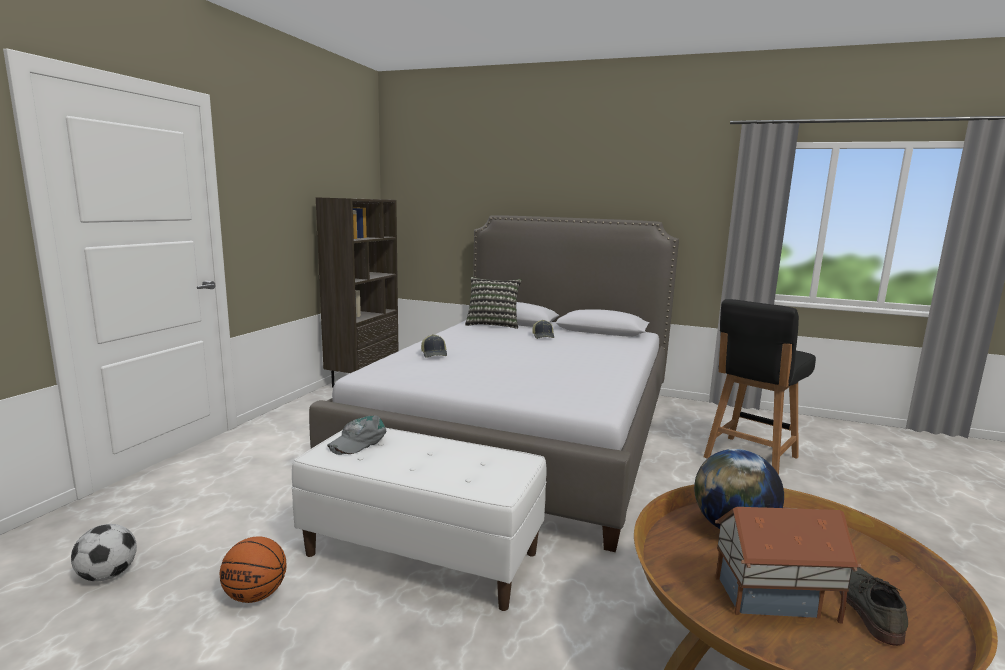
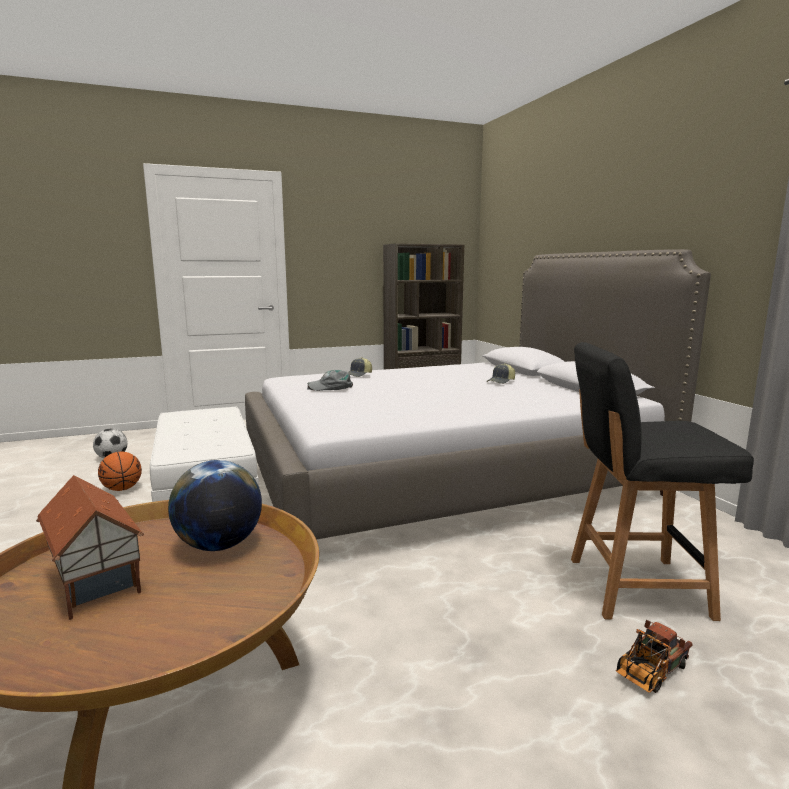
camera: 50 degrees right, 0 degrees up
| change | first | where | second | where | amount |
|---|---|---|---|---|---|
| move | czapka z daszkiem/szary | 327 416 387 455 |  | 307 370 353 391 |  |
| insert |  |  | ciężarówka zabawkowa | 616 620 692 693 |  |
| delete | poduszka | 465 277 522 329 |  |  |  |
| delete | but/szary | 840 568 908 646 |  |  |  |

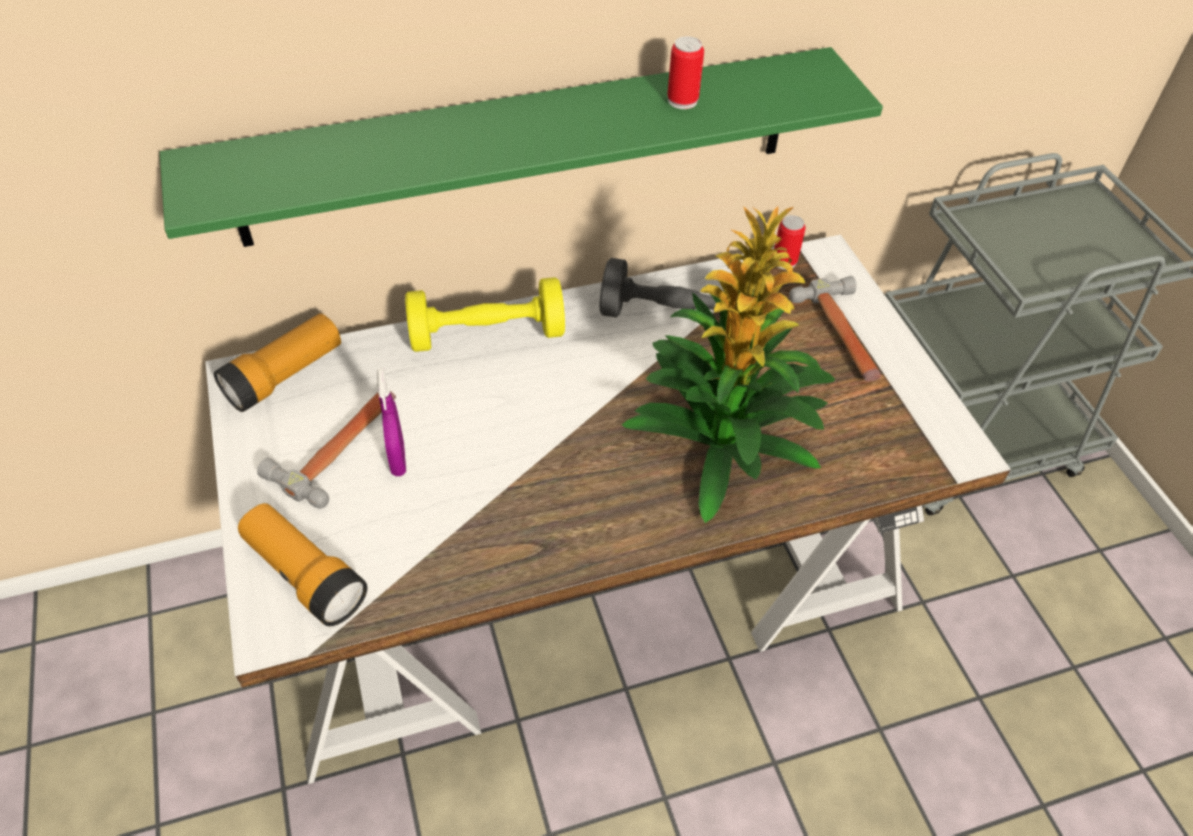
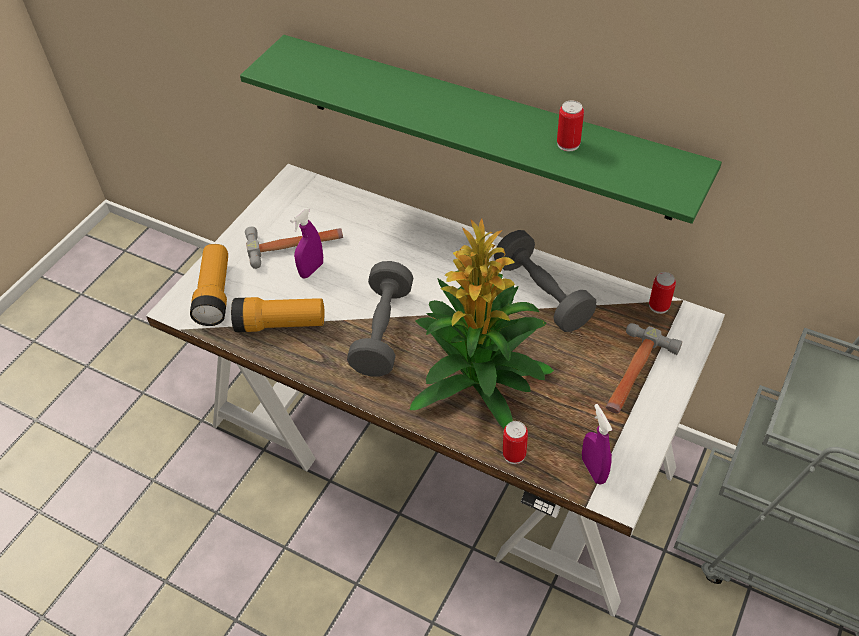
camera: 50 degrees right, 0 degrees up
| change | first | where | second | where | amount |
|---|---|---|---|---|---|
| move | latarka | 214 313 341 412 |  | 231 297 325 332 |  |
| insert |  |  | hantel/szary | 347 261 413 377 |  |
| insert |  |  | puszka | 503 421 528 464 |  |
| insert |  |  | spryskiwacz/fioletowy | 582 404 612 485 |  |
| delete | hantel/żółty | 405 277 565 352 |  |  |  |

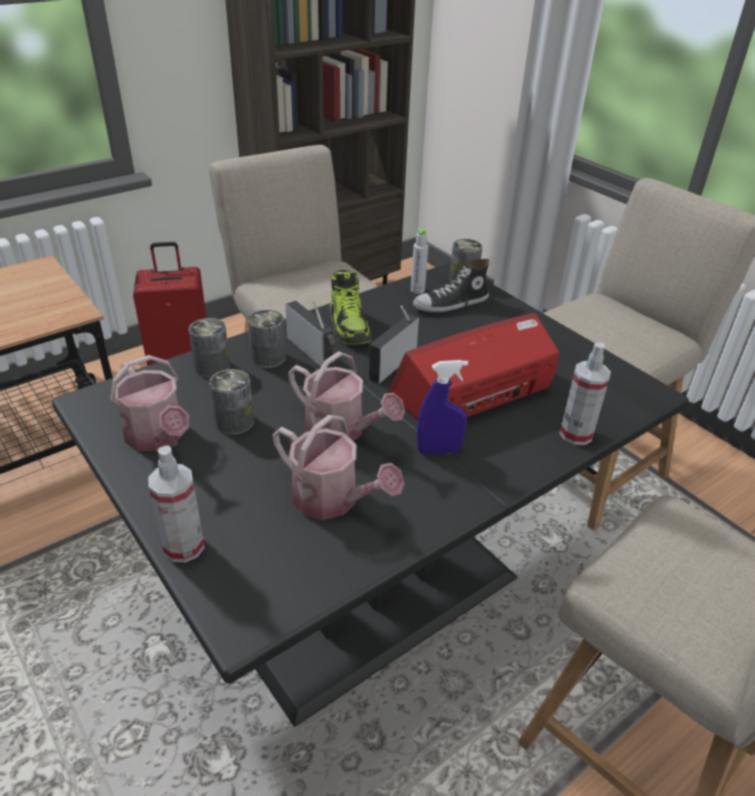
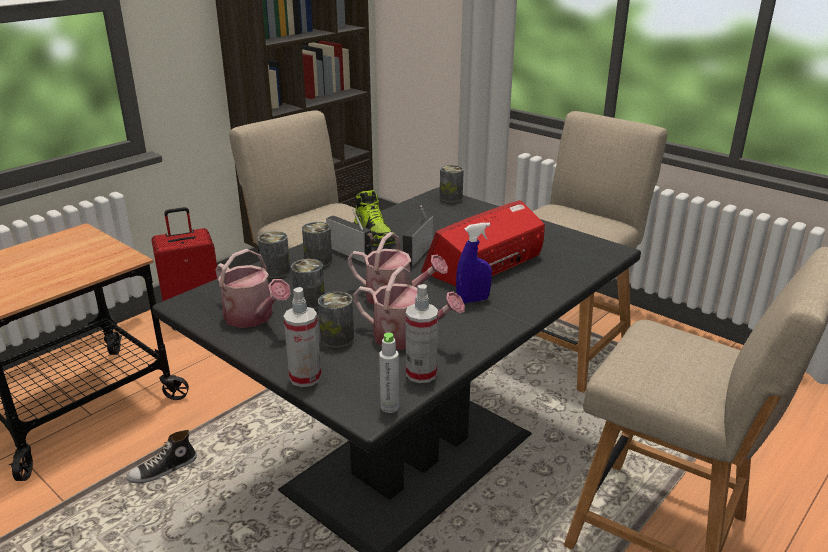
camera: 10 degrees left, 10 degrees down
| change | first | where | second | where | amount |
|---|---|---|---|---|---|
| move | but | 413 259 490 312 |  | 126 430 197 483 |  |
| insert |  |  | puszka | 318 292 354 348 |  |
| move | butelka/szary | 411 228 428 294 |  | 379 332 399 413 |  |
| move | spryskiwacz | 559 343 611 445 |  | 406 284 438 383 |  |

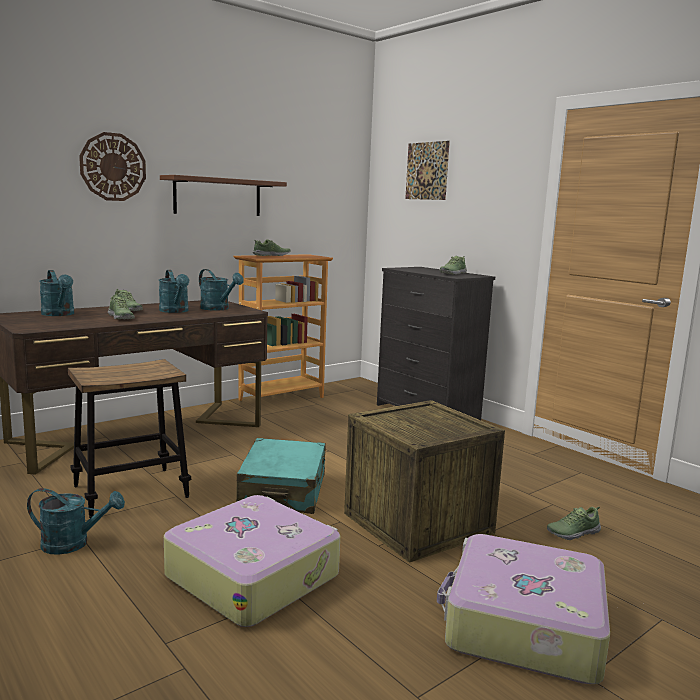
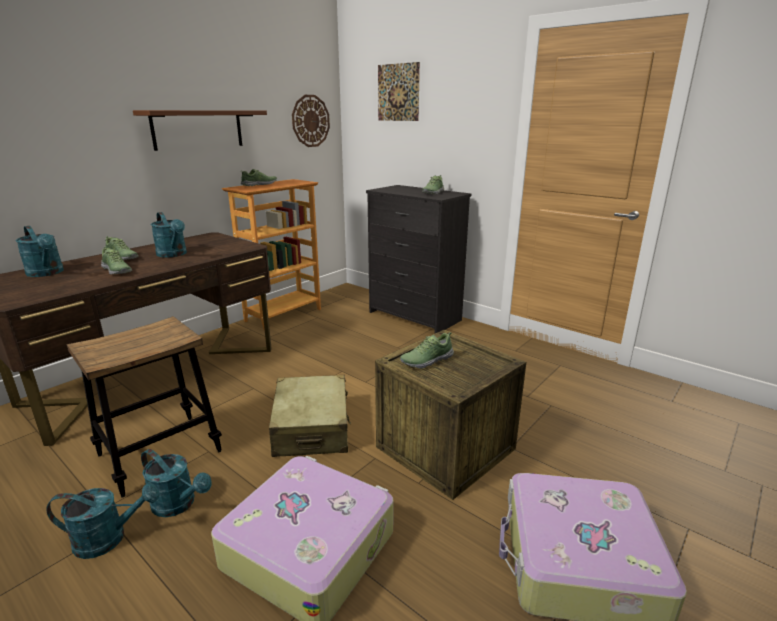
camera: 10 degrees left, 10 degrees up
| change | first | where | second | where | amount |
|---|---|---|---|---|---|
| move | konewka/turkusowy | 199 269 244 311 |  | 141 449 212 517 |  |
| recolor | walizka/turkusowy | 236 438 326 514 | walizka/beżowy | 269 375 351 457 |  |
| move | zegar ścienny | 79 132 146 201 |  | 292 95 330 147 |  |
| move | but | 547 507 601 540 |  | 400 332 454 369 |  |

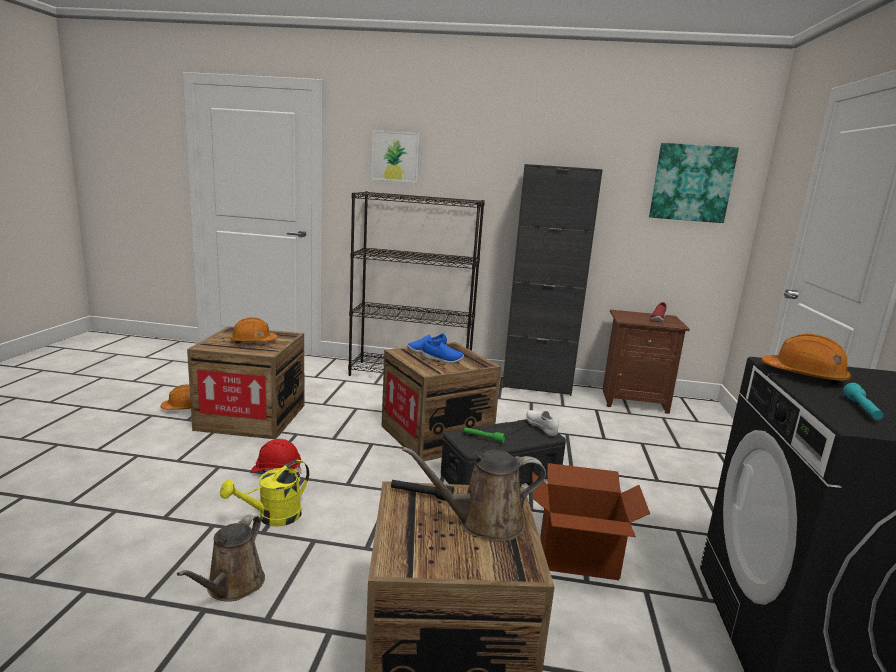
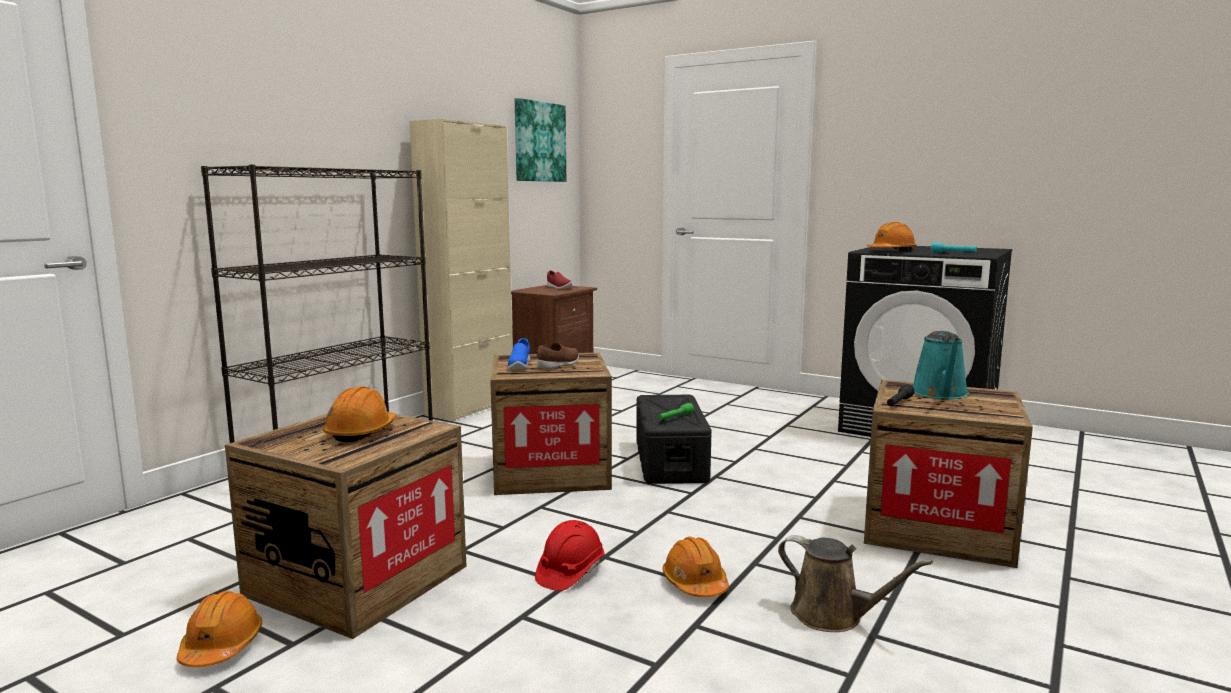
camera: 65 degrees left, 5 degrees down
| change | first | where | second | where | amount |
|---|---|---|---|---|---|
| recolor | szafka/czarny | 502 164 603 396 | szafka/beżowy | 410 118 513 421 |  |
| recolor | but/niebieski | 422 340 464 363 | but/brązowy | 537 343 579 369 |  |
| replace | konewka/żółty | 220 460 309 527 | kask/pomarańczowy | 662 537 729 597 |  |
| recolor | konewka/brązowy | 402 447 546 542 | konewka/turkusowy | 913 331 969 399 |  |
| delete | obraz | 371 130 420 183 |  |  |  |
| delete | but/biały | 526 410 559 436 |  |  |  |
| delete | karton | 532 463 650 580 |  |  |  |

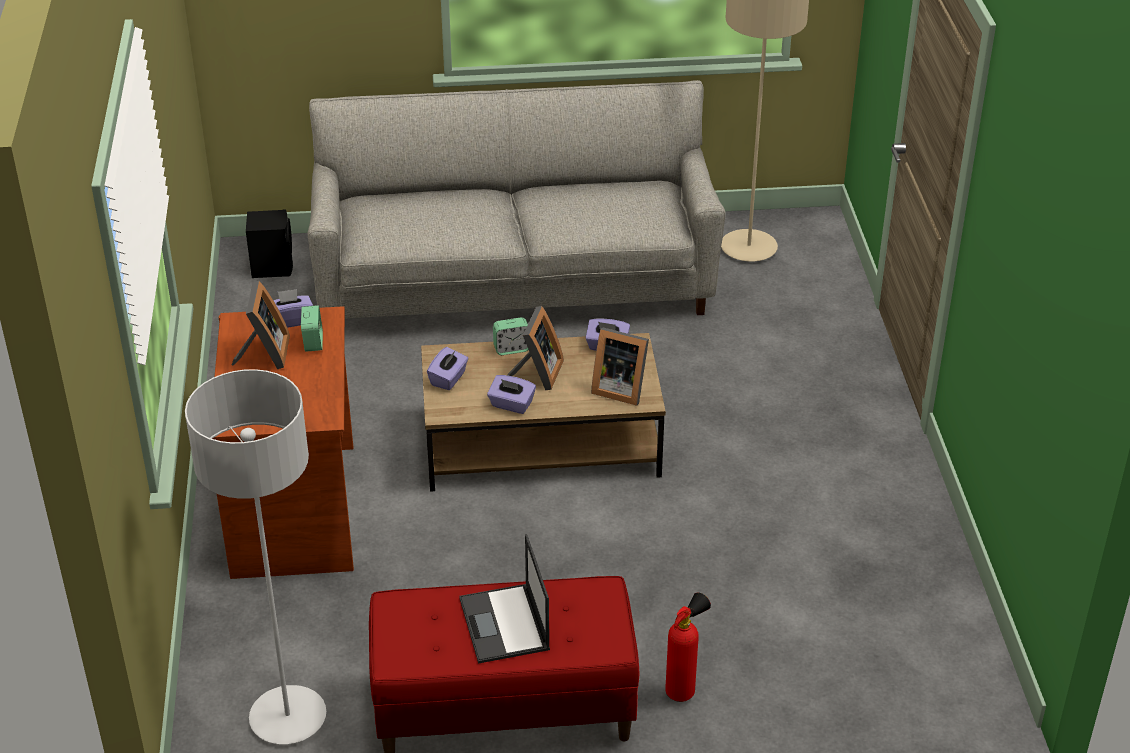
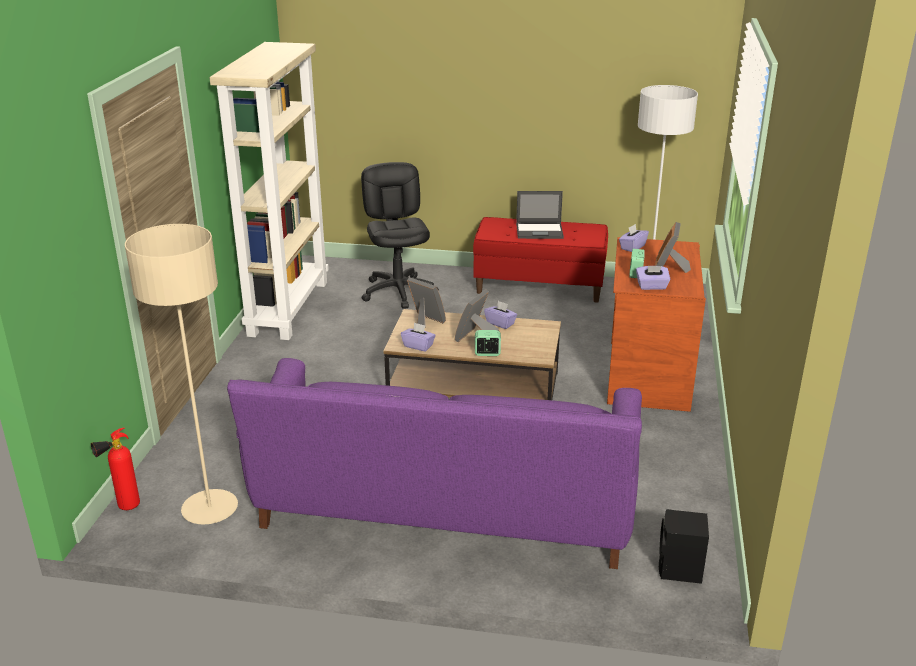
camera: 165 degrees left, 10 degrees down
| change | first | where | second | where | amount |
|---|---|---|---|---|---|
| move | gaśnica | 665 592 711 702 |  | 91 428 140 510 |  |
| insert |  |  | regał/beżowy | 209 42 329 340 |  |
| recolor | kanapa/szary | 307 80 726 318 | kanapa/fioletowy | 227 358 642 569 |  |
| insert |  |  | krzesło biurowe/czarny | 361 162 439 309 |  |
| rotate | laptop | 459 534 550 664 |  | 516 191 564 239 | 90 degrees clockwise |
| move | pudełko chusteczek/fioletowy | 427 347 468 390 |  | 619 224 649 252 |  |

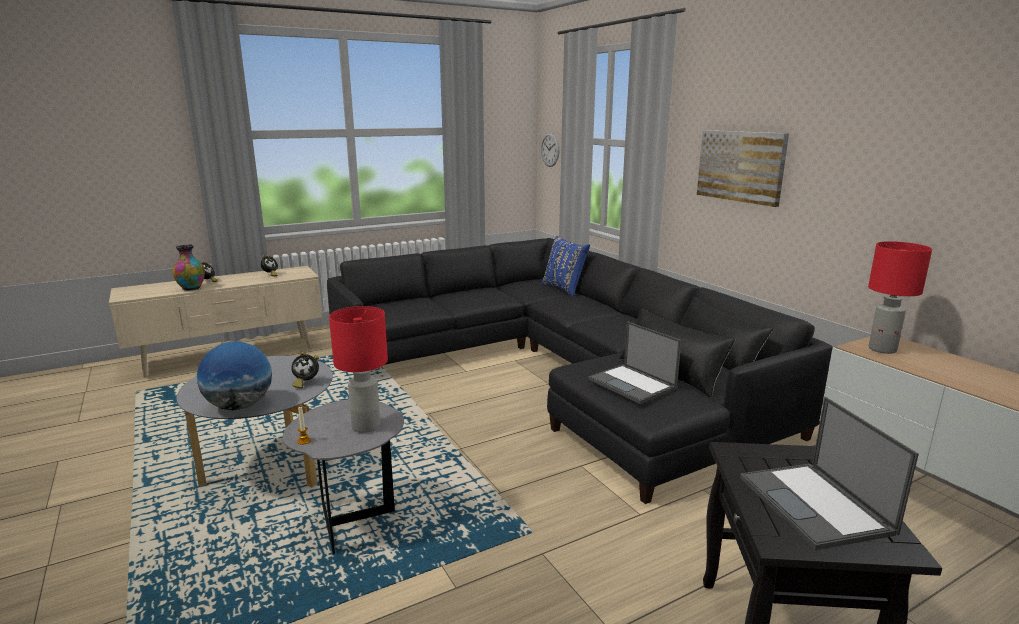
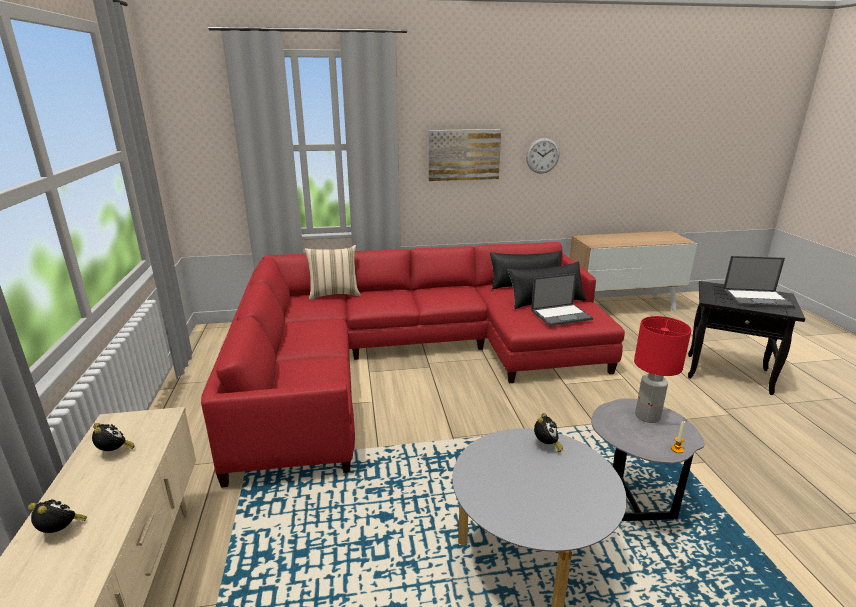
camera: 70 degrees left, 5 degrees up
| change | first | where | second | where | amount |
|---|---|---|---|---|---|
| recolor | kanapa/czarny | 327 238 833 504 | kanapa/czerwony | 201 242 625 488 |  |
| recolor | poduszka/niebieski | 541 236 590 297 | poduszka/beżowy | 305 245 361 300 |  |
| move | zegar ścienny | 541 133 560 167 |  | 526 138 559 174 |  |
| delete | wazon | 172 245 205 291 |  |  |  |
| delete | globus | 197 341 272 410 |  |  |  |
| delete | lampa stołowa/czerwony | 868 241 932 354 |  |  |  |

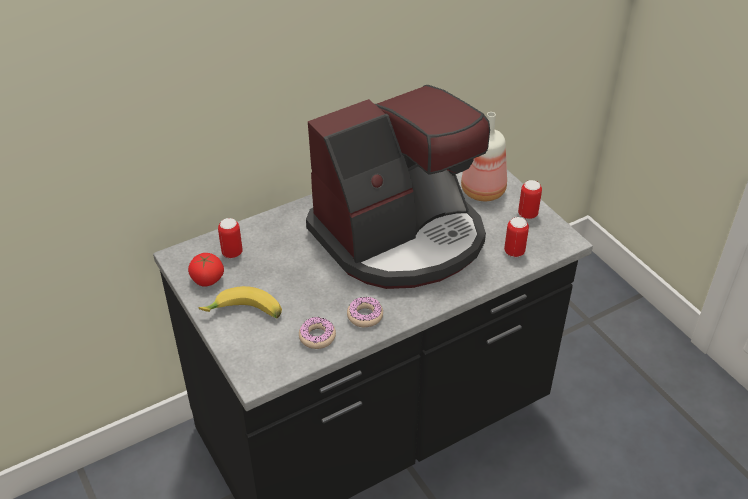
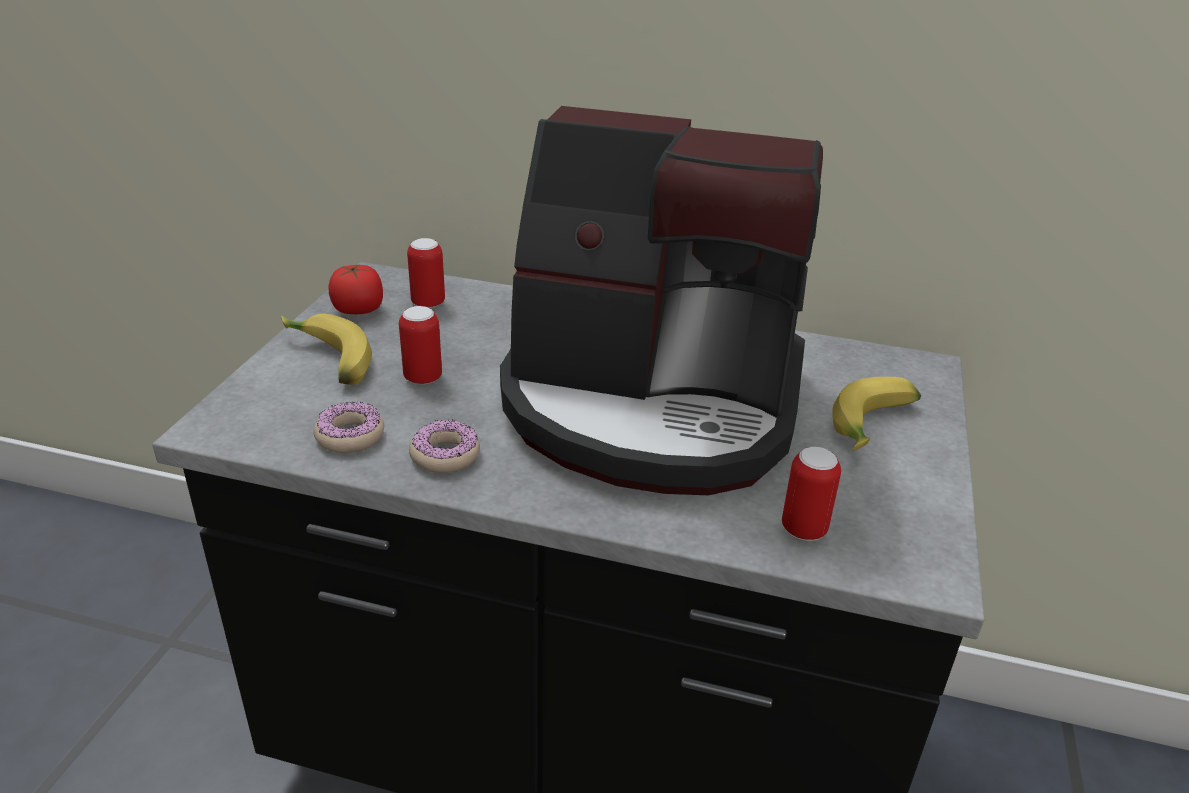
camera: 45 degrees right, 10 degrees down
| change | first | where | second | where | amount |
|---|---|---|---|---|---|
| move | puszka | 518 180 542 219 |  | 399 306 442 385 |  |
| replace | butelka | 461 112 507 201 | banan | 832 377 921 450 |  |

